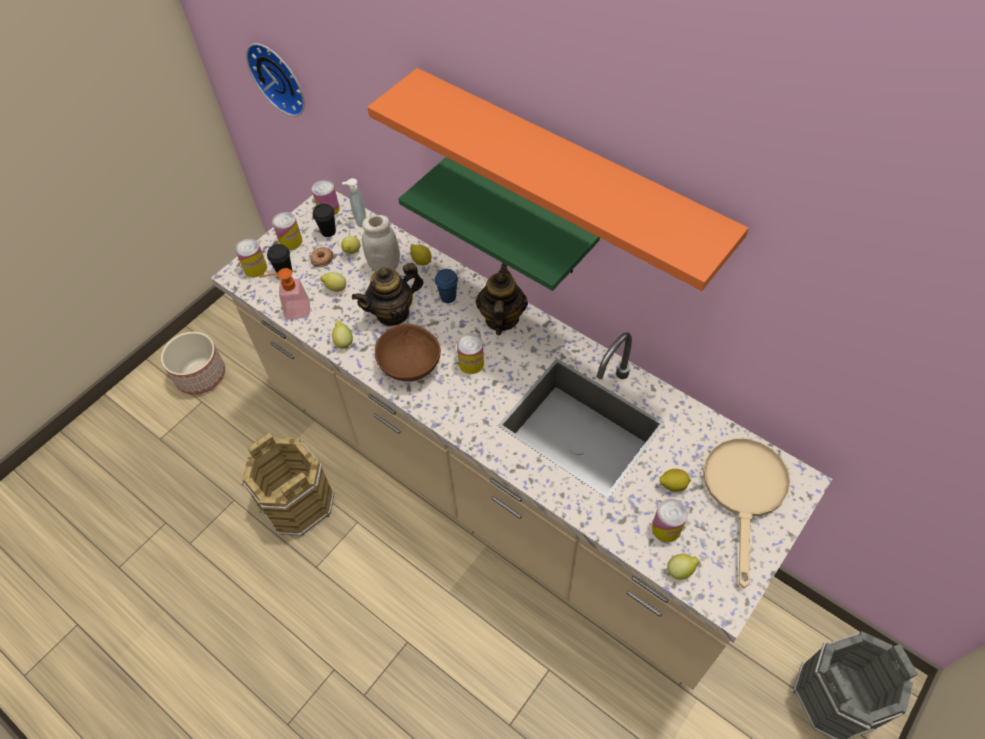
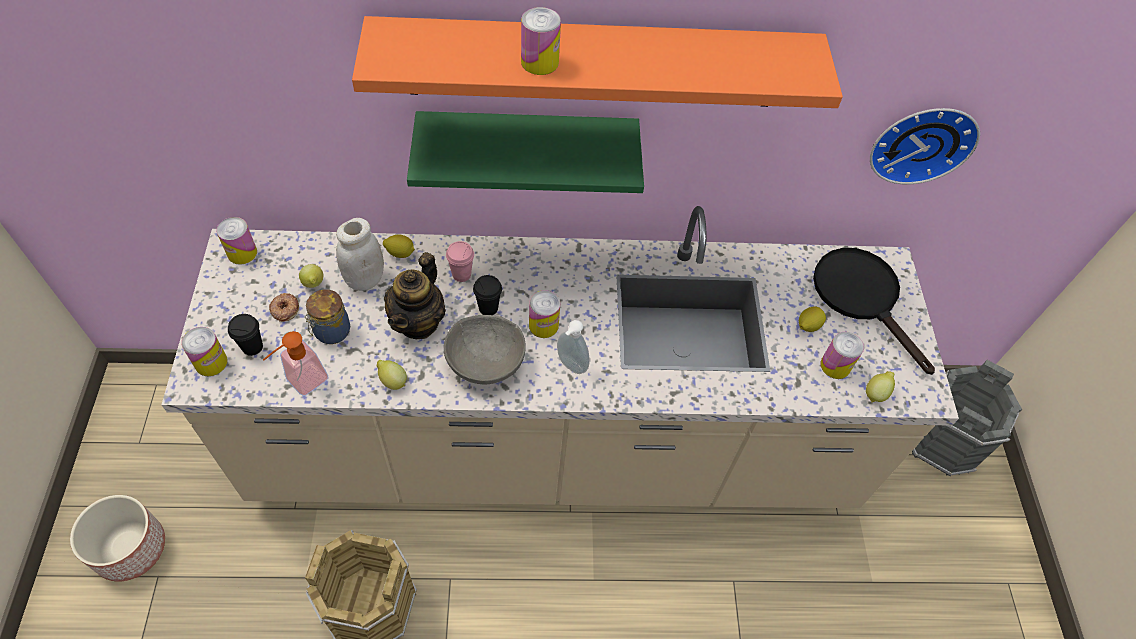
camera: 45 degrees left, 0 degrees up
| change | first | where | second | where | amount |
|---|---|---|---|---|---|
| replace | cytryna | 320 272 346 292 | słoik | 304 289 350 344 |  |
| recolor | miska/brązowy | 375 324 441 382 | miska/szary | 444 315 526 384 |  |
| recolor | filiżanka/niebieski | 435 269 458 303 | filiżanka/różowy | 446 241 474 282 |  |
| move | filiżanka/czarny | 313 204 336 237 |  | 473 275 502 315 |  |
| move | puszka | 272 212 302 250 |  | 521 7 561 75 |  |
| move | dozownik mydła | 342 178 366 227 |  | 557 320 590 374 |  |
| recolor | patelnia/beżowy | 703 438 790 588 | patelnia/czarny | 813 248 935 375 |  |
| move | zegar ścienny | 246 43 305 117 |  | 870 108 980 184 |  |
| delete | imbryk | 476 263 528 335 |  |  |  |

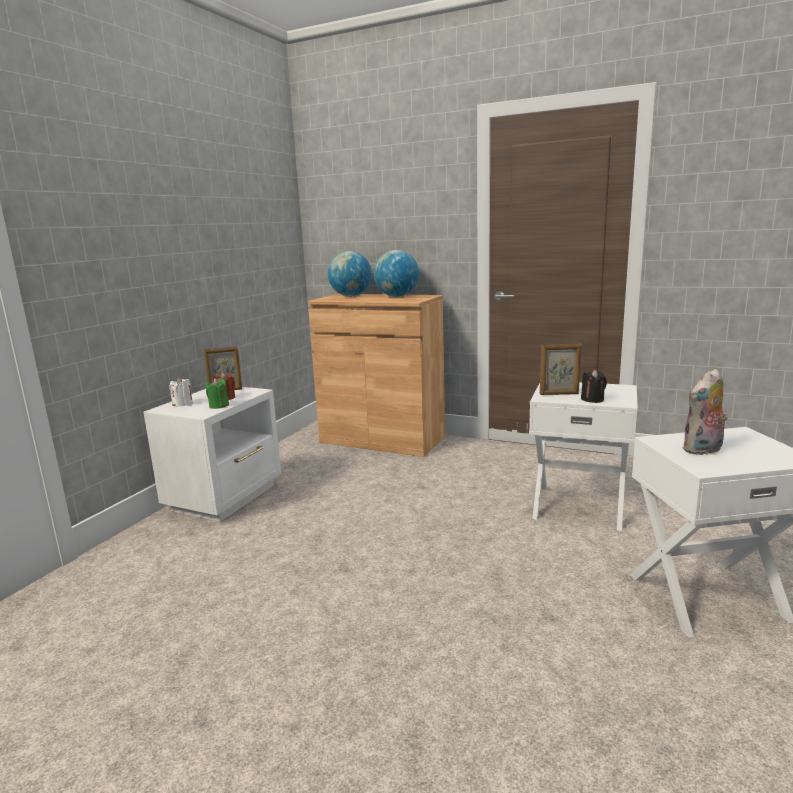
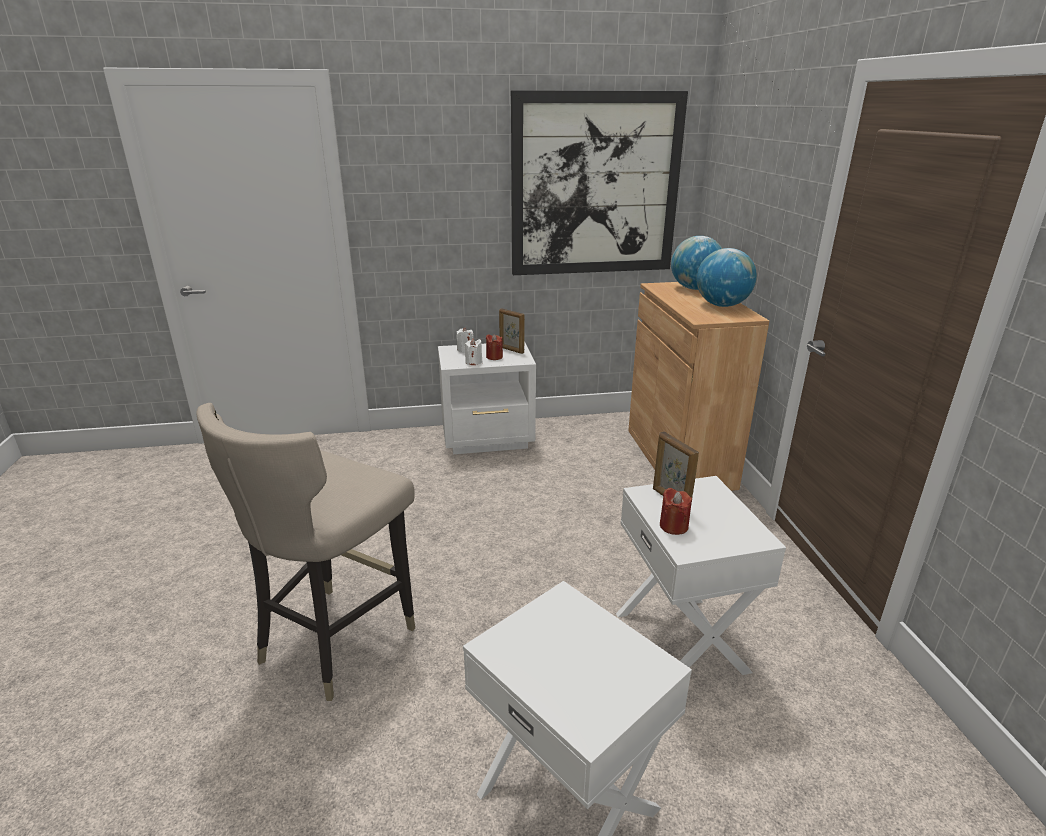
camera: 55 degrees right, 10 degrees up
| change | first | where | second | where | amount |
|---|---|---|---|---|---|
| insert |  |  | stołek/beżowy | 196 403 415 701 |  |
| recolor | świeca/zielony | 206 378 229 409 | świeca/biały | 464 338 483 365 |  |
| insert |  |  | obraz | 511 90 688 275 |  |
| recolor | świeca/czarny | 581 370 607 403 | świeca/czerwony | 660 488 692 535 |  |
| delete | pluszak | 683 369 728 455 |  |  |  |

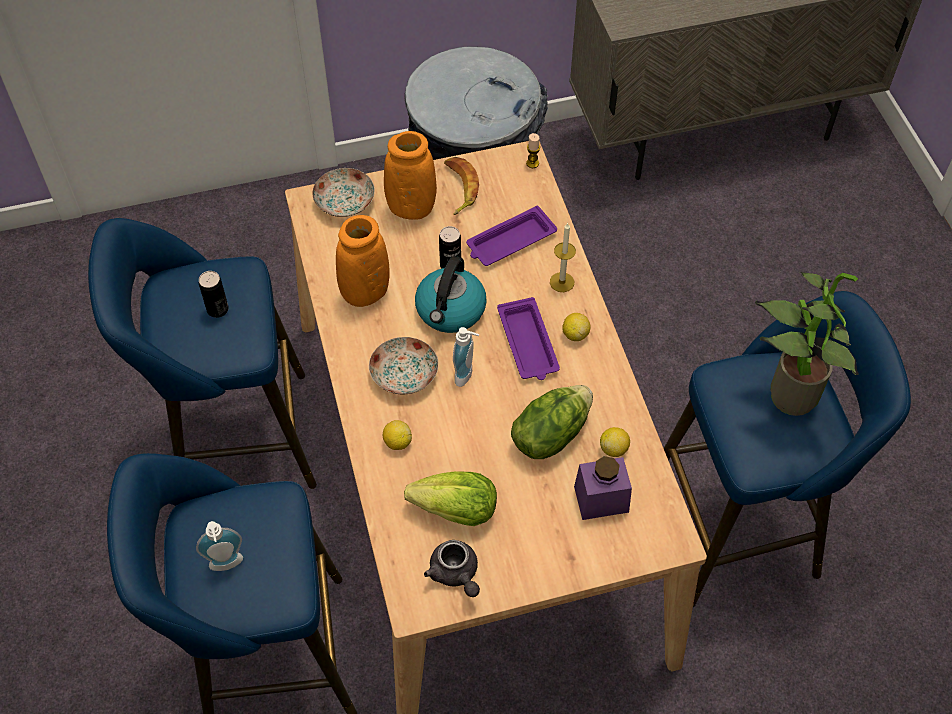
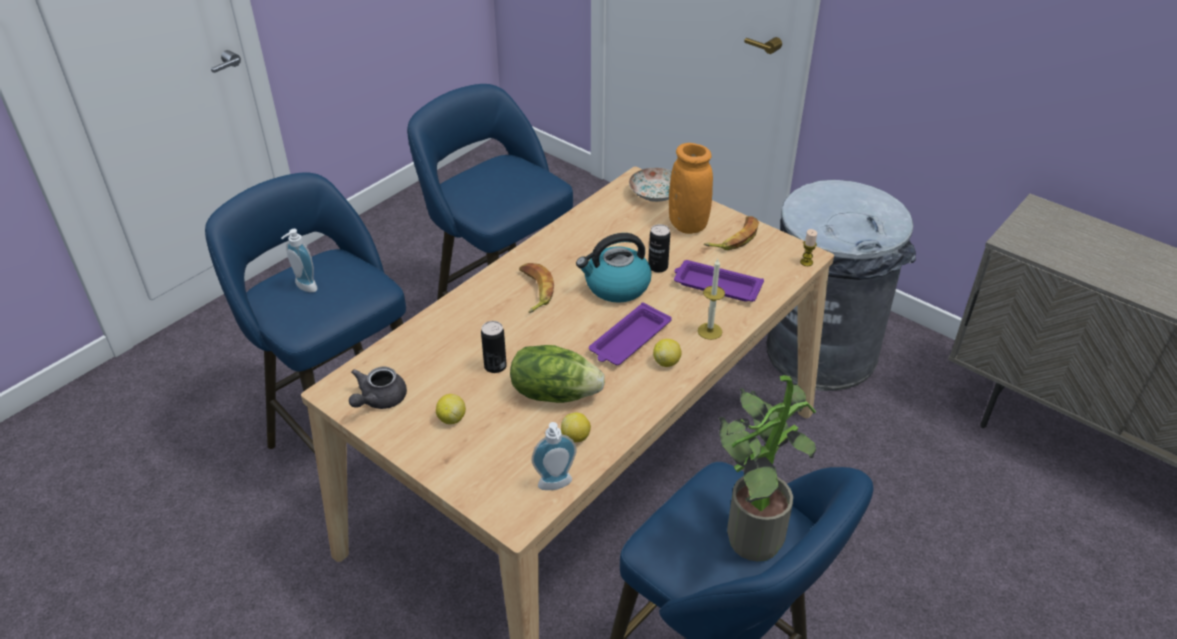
camera: 55 degrees right, 15 degrees down
| change | first | where | second | where | amount |
|---|---|---|---|---|---|
| move | cytryna | 383 420 412 450 |  | 436 394 466 424 |  |
| move | puszka | 199 271 229 318 |  | 481 321 507 373 |  |
| replace | talerz | 369 337 438 395 | banan | 519 263 554 313 |  |
| move | dozownik mydła | 453 327 479 387 |  | 532 422 577 490 |  |
| delete | wazon/pomarańczowy | 336 215 390 307 |  |  |  |
| delete | sałata | 404 471 497 526 |  |  |  |
| delete | słoik/fioletowy | 574 456 632 520 |  |  |  |

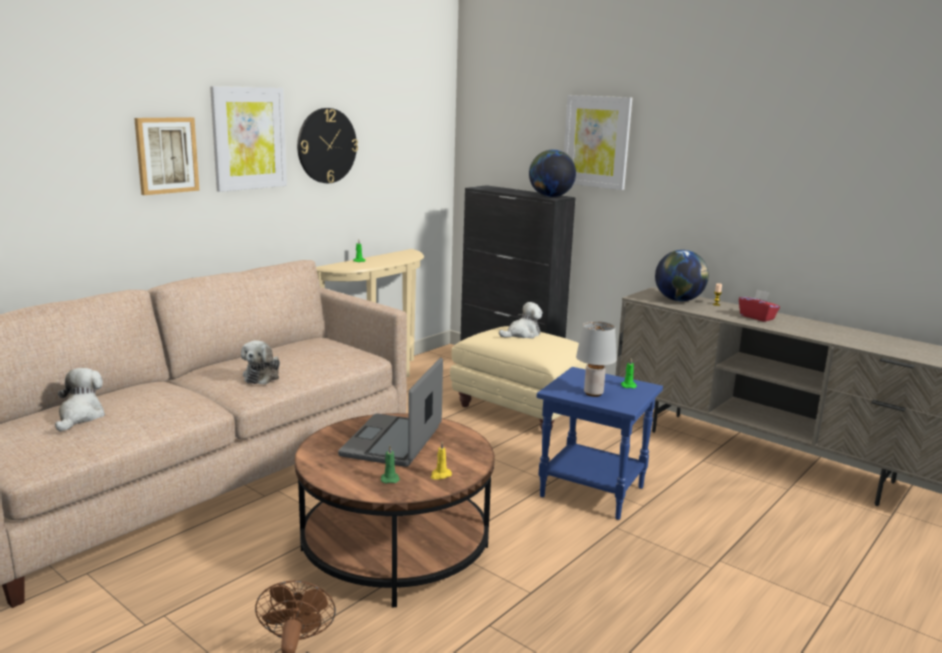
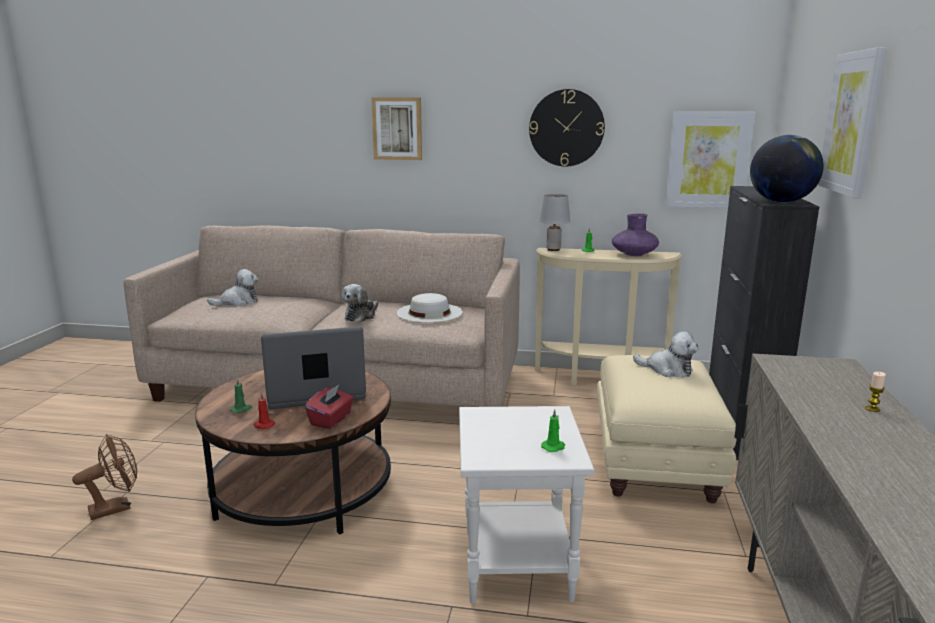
camera: 60 degrees right, 0 degrees up
| change | first | where | second | where | amount |
|---|---|---|---|---|---|
| recolor | świeca/żółty | 431 442 452 480 | świeca/czerwony | 254 392 275 429 |  |
| move | pudełko chusteczek/czerwony | 739 289 780 322 |  | 305 385 354 429 |  |
| rotate | pluszak | 241 340 280 385 |  | 342 284 378 322 | 45 degrees counterclockwise |
| insert |  |  | kapelusz/biały | 397 293 463 323 |  |
| recolor | stolik/niebieski | 537 367 663 520 | stolik/biały | 459 406 594 604 |  |
| move | lampa stołowa/szary | 576 321 617 397 |  | 540 194 570 251 |  |
| insert |  |  | wazon/fioletowy | 612 214 659 256 |  |
| move | obraz | 210 86 287 192 |  | 666 112 756 208 |  |
| delete | globus | 655 250 709 302 |  |  |  |

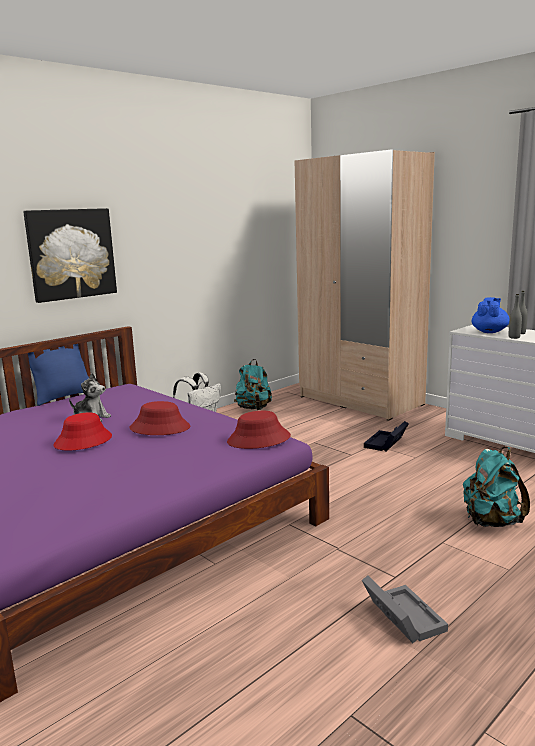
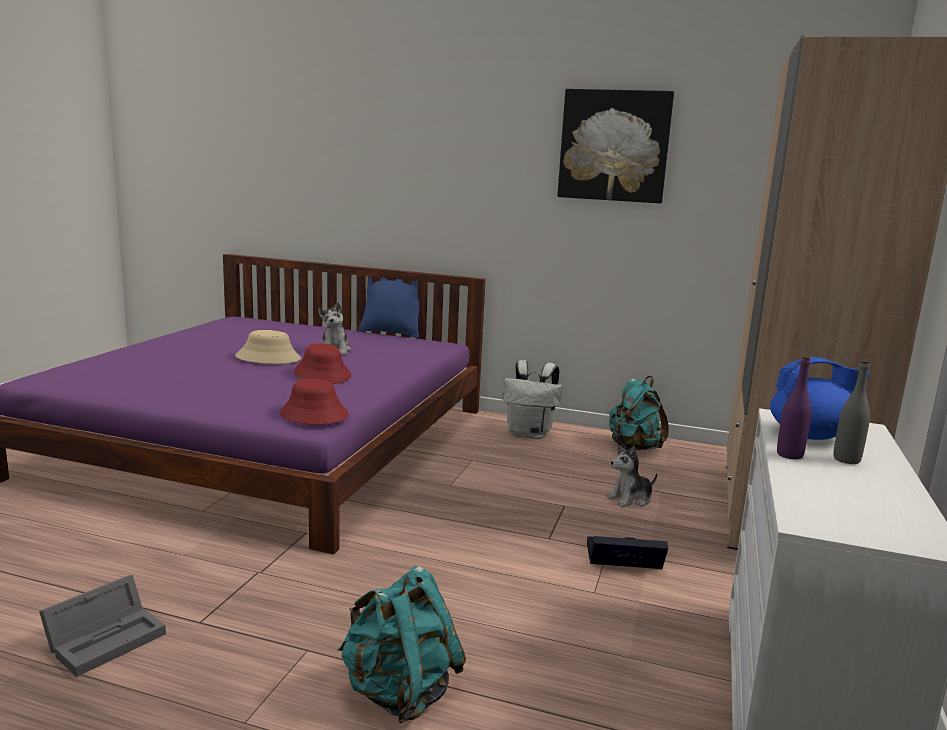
camera: 60 degrees right, 0 degrees up
| change | first | where | second | where | amount |
|---|---|---|---|---|---|
| recolor | kapelusz/czerwony | 54 412 112 451 | kapelusz/beżowy | 235 330 301 364 |  |
| move | obraz | 23 208 117 303 |  | 557 89 674 203 |  |
| insert |  |  | pluszak | 606 446 657 507 |  |
| recolor | butelka/szary | 509 294 522 339 | butelka/fioletowy | 777 356 812 459 |  |

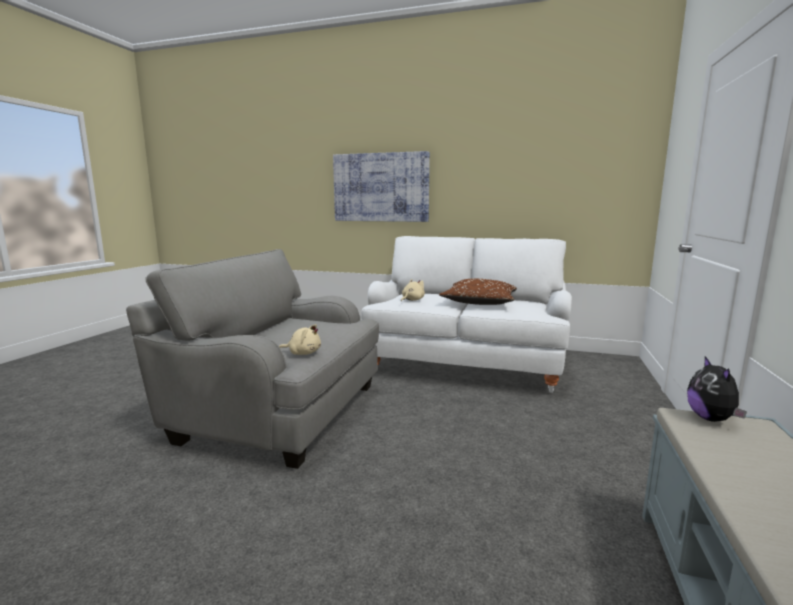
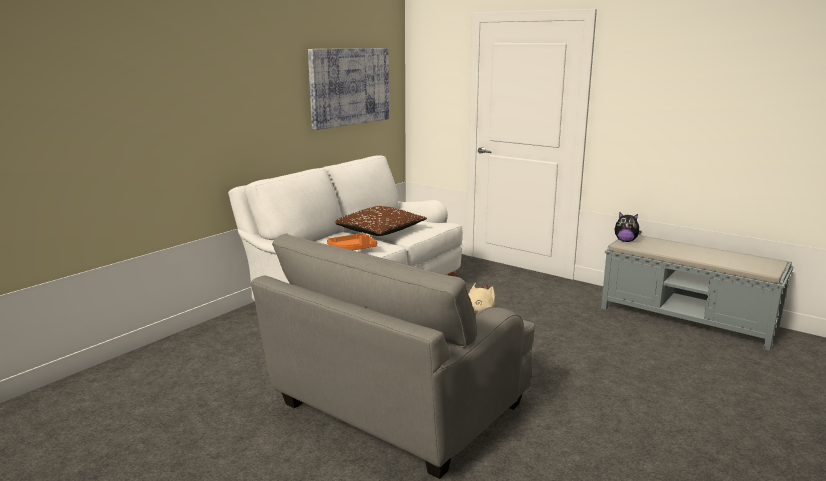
camera: 70 degrees left, 5 degrees up
| change | first | where | second | where | amount |
|---|---|---|---|---|---|
| move | obraz | 333 151 430 222 |  | 308 48 389 130 |  |
| replace | pluszak/beżowy | 401 279 425 302 | taca/pomarańczowy | 327 233 377 250 |  |

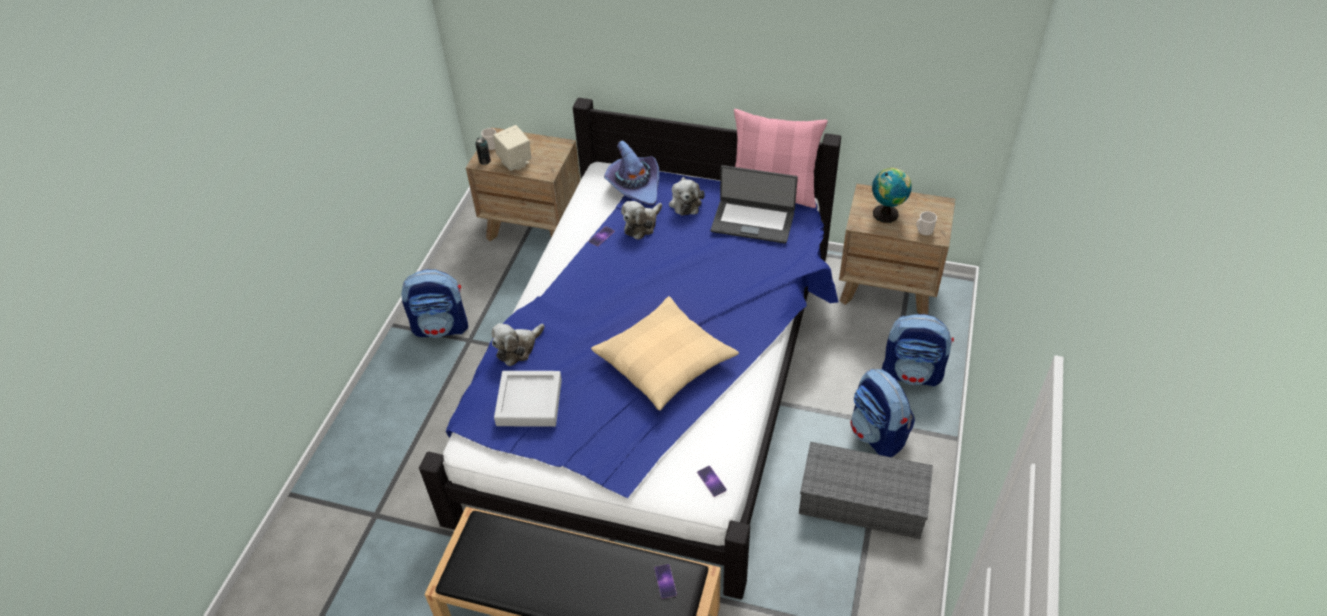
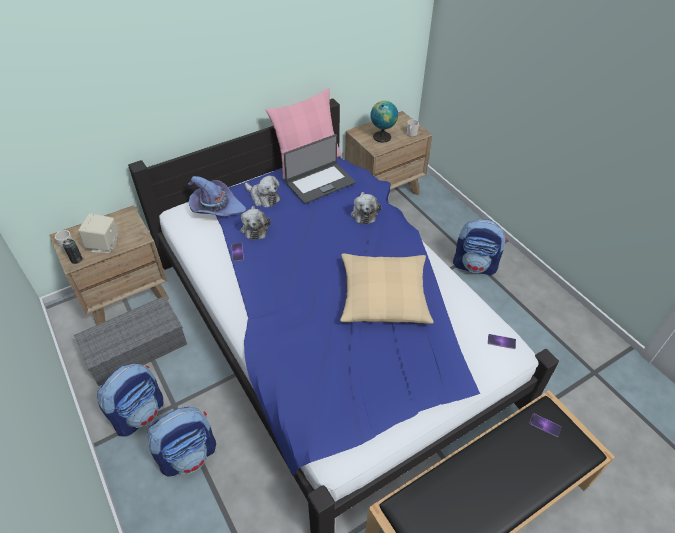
camera: 50 degrees left, 0 degrees up
| change | first | where | second | where | amount |
|---|---|---|---|---|---|
| move | pojemnik do przechowywania/szary | 799 442 933 539 |  | 74 296 187 386 |  |
| move | plecak | 882 314 954 387 |  | 147 407 216 477 |  |
| move | pluszak | 491 323 545 366 |  | 350 192 381 225 |  |
| delete | taca/szary | 494 371 562 427 |  |  |  |

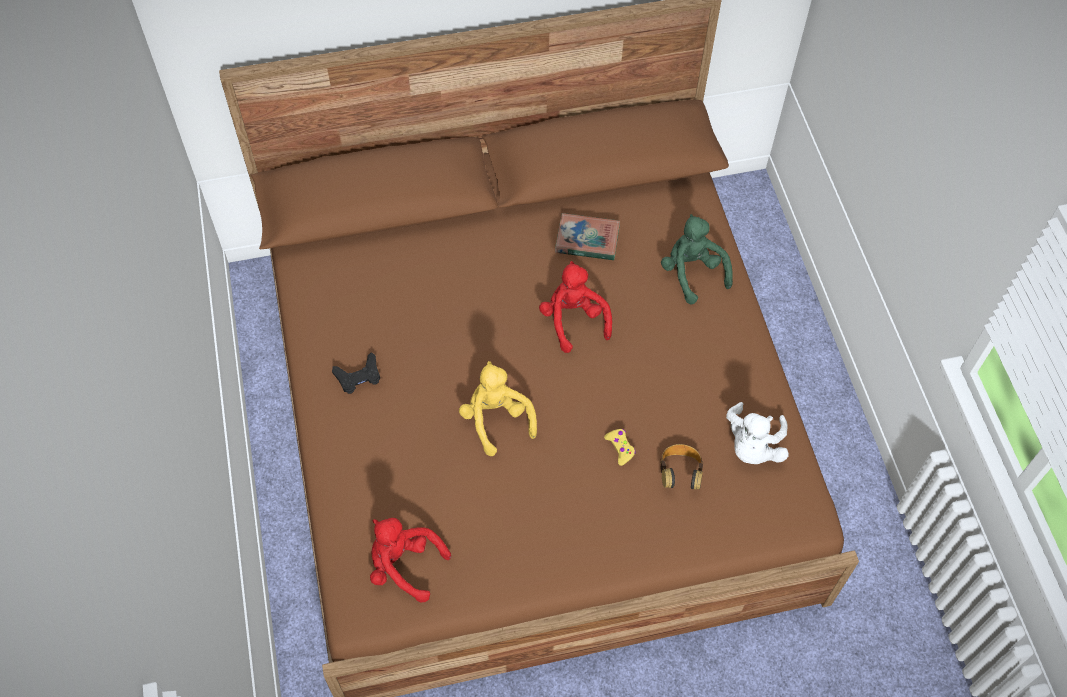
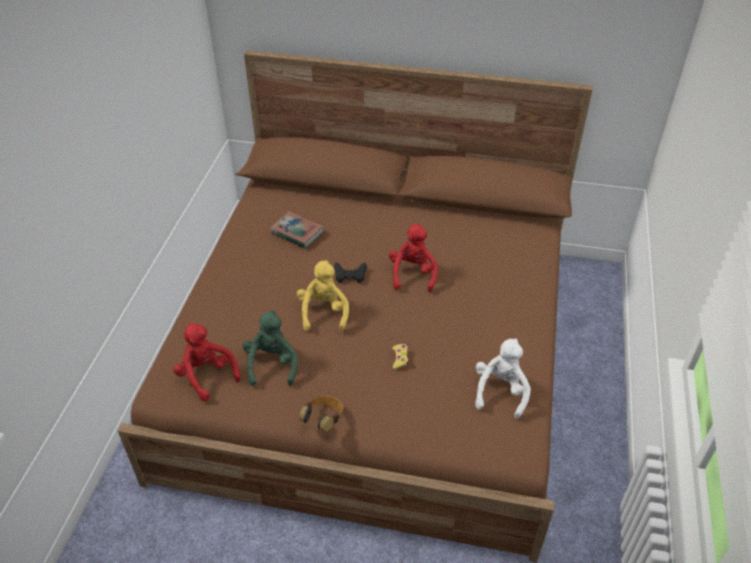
camera: 25 degrees right, 15 degrees down
| change | first | where | second | where | amount |
|---|---|---|---|---|---|
| move | pluszak/zielony | 661 214 733 304 |  | 242 310 298 386 |  |
| move | książka | 555 213 620 260 |  | 270 211 324 248 |  |
| move | słuchawki | 660 444 703 489 |  | 299 396 343 432 |  |
| move | pad do gier/czarny | 332 352 380 394 |  | 334 262 367 283 |  |
| rotate | pluszak/biały | 726 402 789 464 |  | 475 338 531 419 | 150 degrees clockwise |

